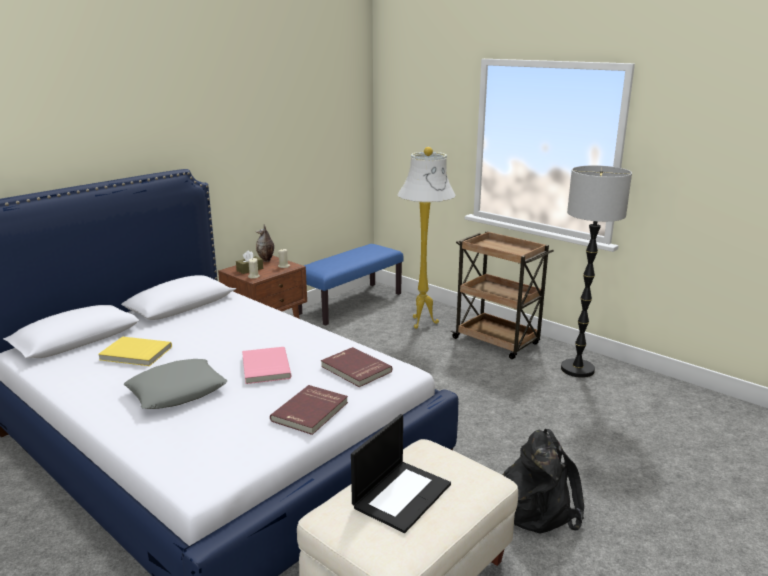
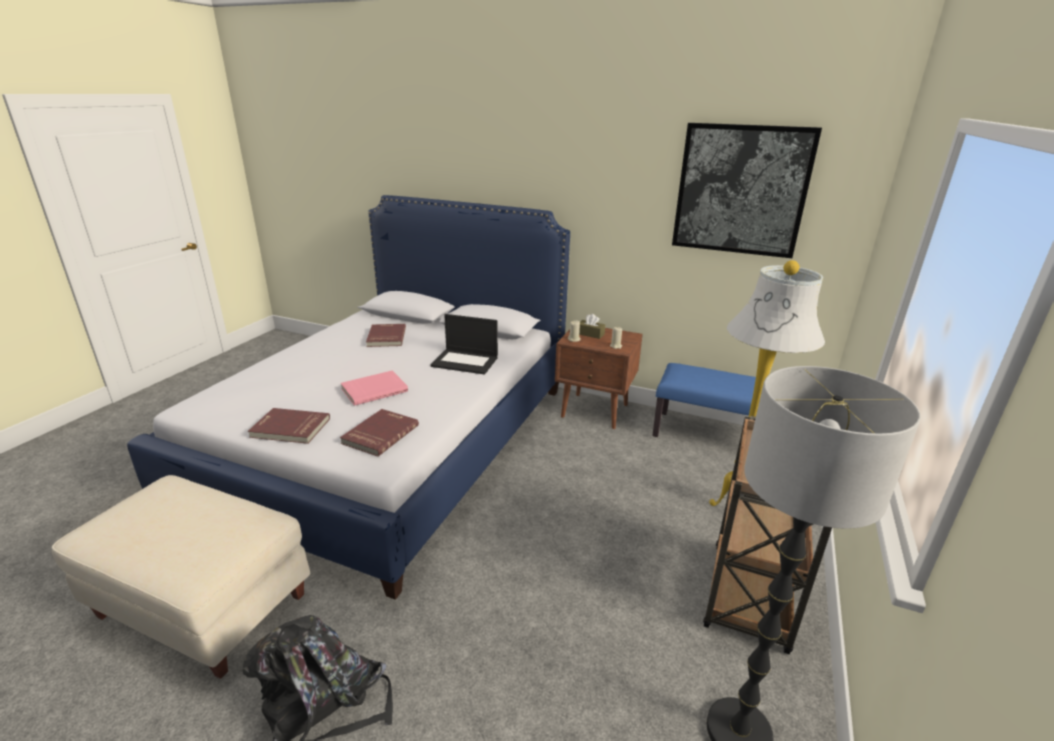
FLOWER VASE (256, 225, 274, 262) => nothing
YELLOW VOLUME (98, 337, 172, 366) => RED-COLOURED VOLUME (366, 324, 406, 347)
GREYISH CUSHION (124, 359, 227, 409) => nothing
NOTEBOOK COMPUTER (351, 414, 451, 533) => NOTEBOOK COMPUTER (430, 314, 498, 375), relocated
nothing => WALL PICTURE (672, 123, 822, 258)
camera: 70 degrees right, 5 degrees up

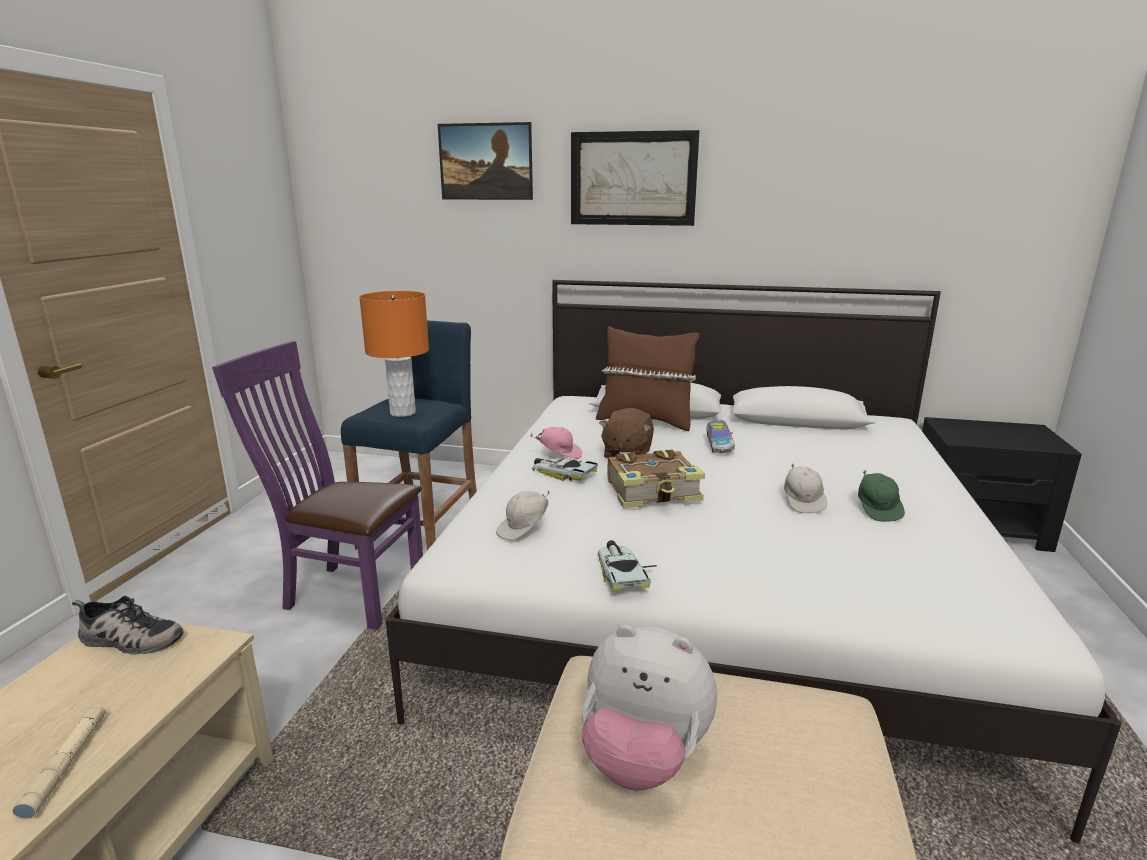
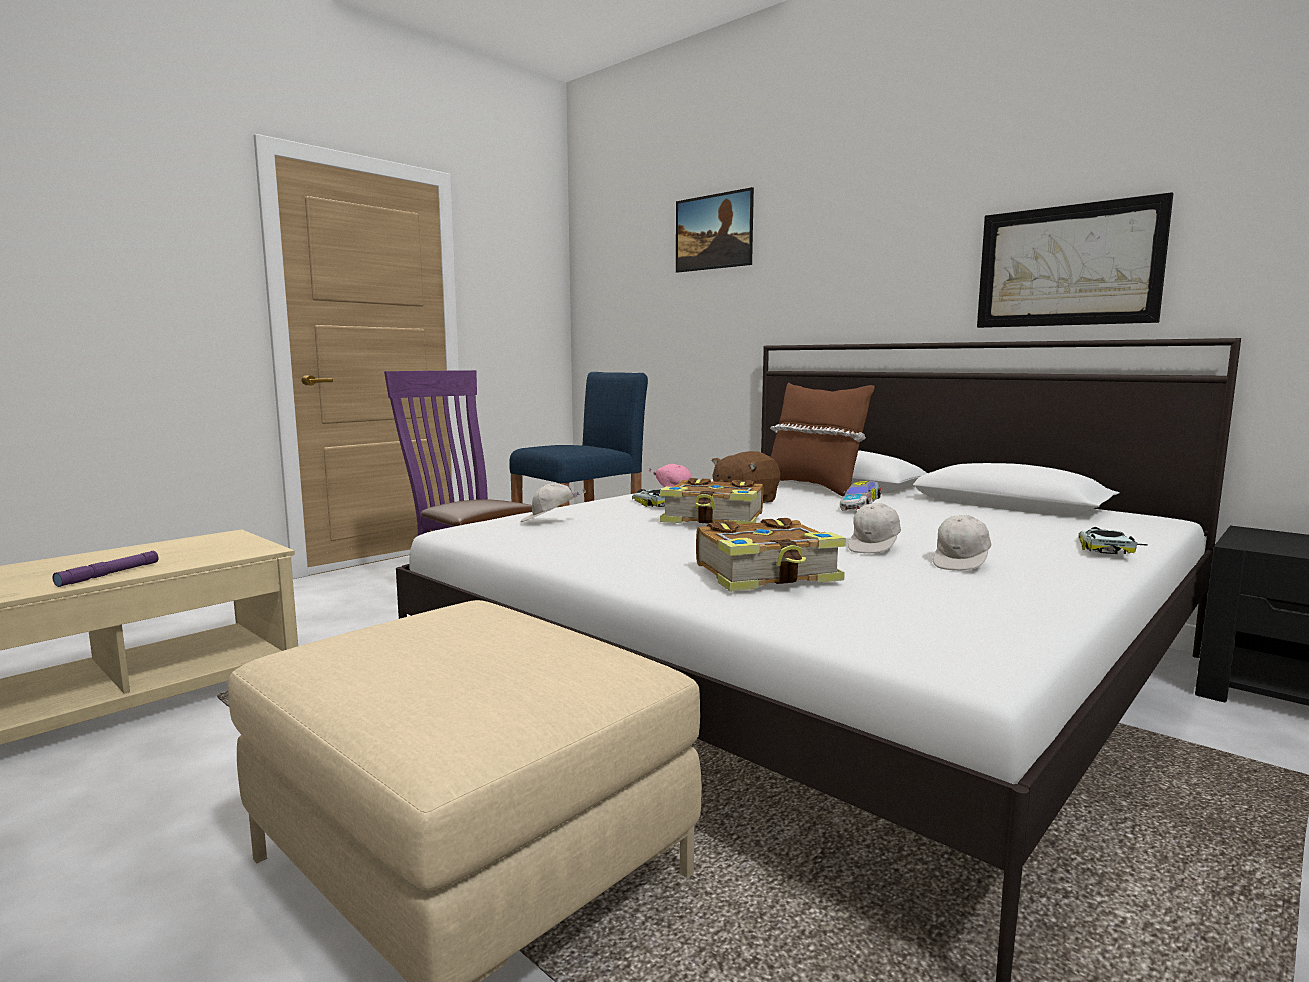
WALL PICTURE (571, 130, 700, 226) => WALL PICTURE (977, 192, 1173, 328), relocated
ORANGE-COLOURED LAMP FOR A TABLE (359, 291, 429, 417) => nothing
GREENISH CAP (858, 470, 905, 522) => WHITE-COLOURED CAP (933, 515, 991, 570)
MINIATURE CAR (598, 540, 657, 592) => MINIATURE CAR (1078, 527, 1148, 554), relocated
SHOE (72, 595, 183, 654) => nothing
SOFT TOY (581, 625, 717, 791) => nothing
BEIGE-COLOURED HAND TORCH (12, 705, 106, 820) => PURPLE-COLOURED HAND TORCH (52, 551, 159, 587)
nothing => VOLUME (696, 518, 846, 591)
camera: 30 degrees right, 10 degrees down

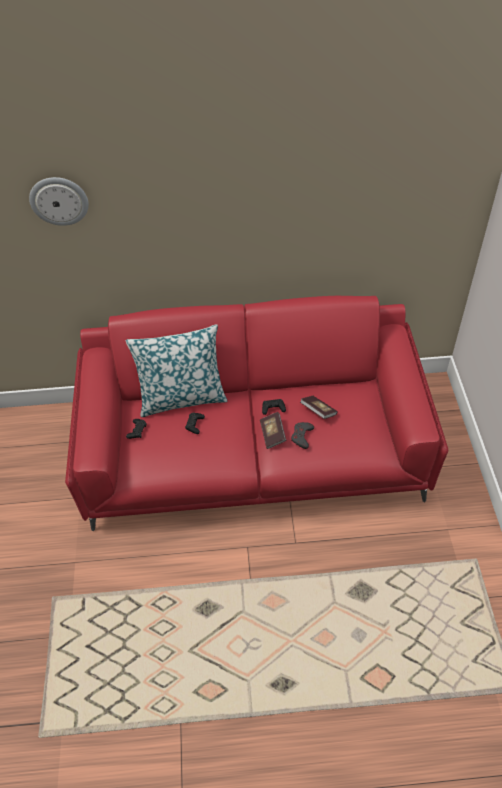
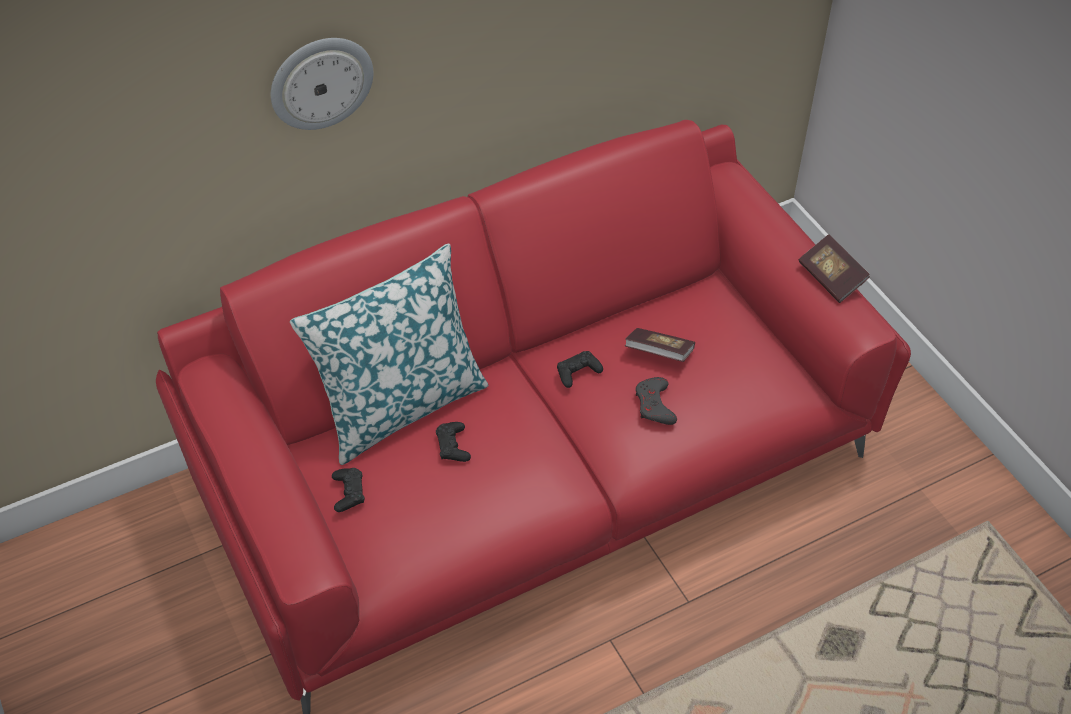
HANGING CLOCK (29, 177, 89, 226) => HANGING CLOCK (271, 38, 373, 130), relocated
VOLUME (260, 412, 286, 449) => VOLUME (799, 234, 870, 303), relocated
camera: 25 degrees left, 0 degrees up

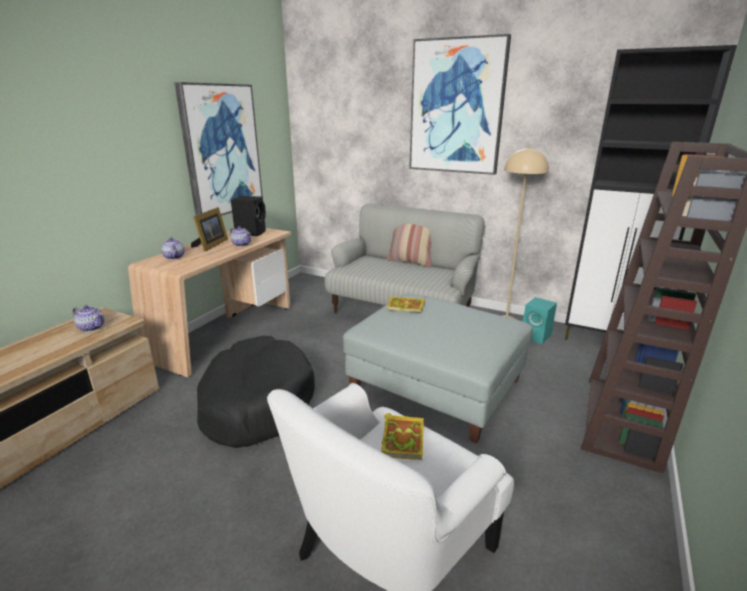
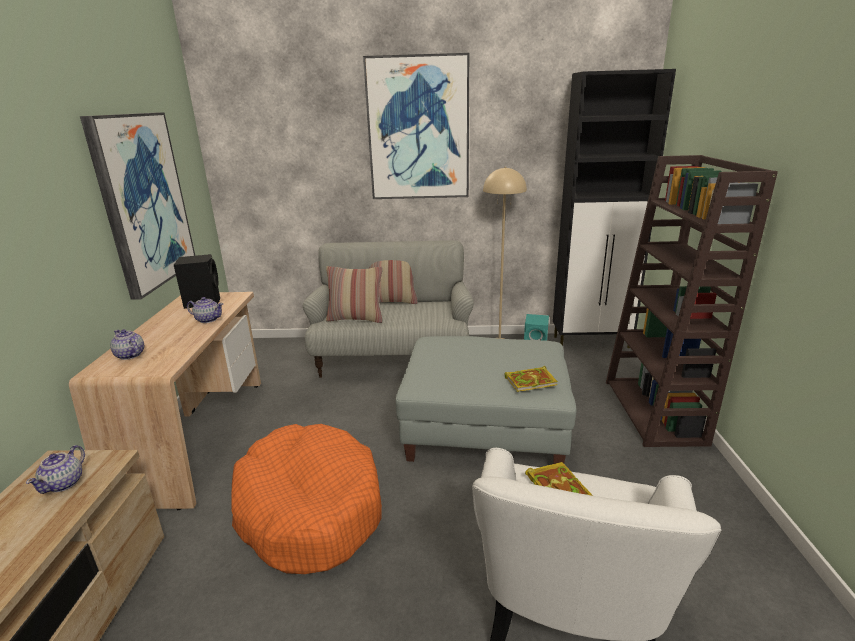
STANDING FRAME (191, 207, 228, 251) => nothing
VOLUME (387, 296, 425, 312) => VOLUME (504, 366, 558, 392), relocated
TEAPOT (73, 305, 104, 332) => TEAPOT (26, 445, 85, 494), 105 degrees clockwise
BLACKISH DOG BED (197, 336, 315, 448) => ORANGE-COLOURED DOG BED (231, 424, 382, 574)
nothing => CUSHION (326, 266, 383, 323)
camera: 25 degrees left, 0 degrees up

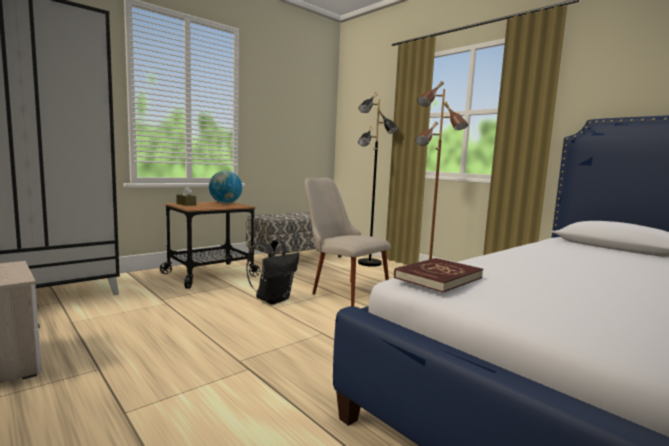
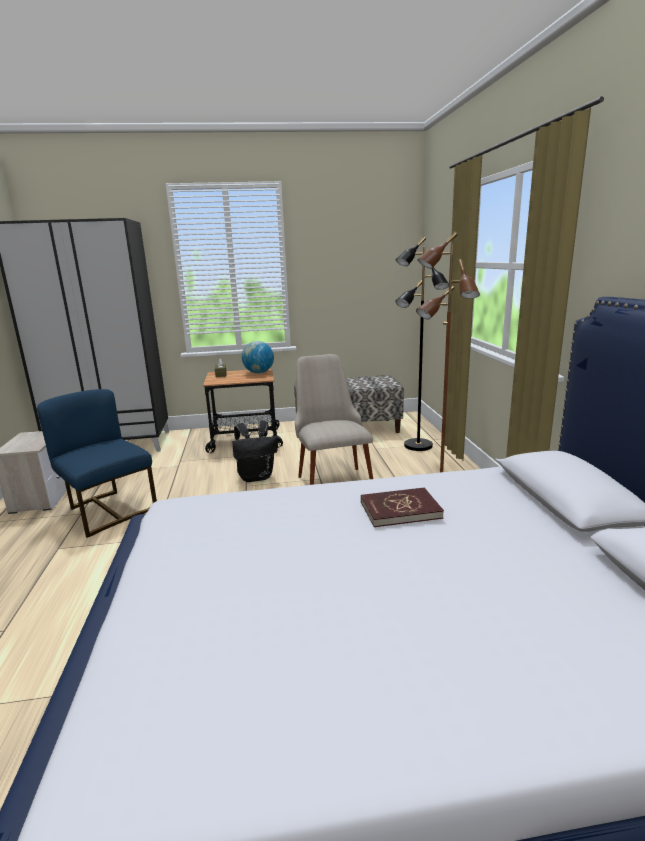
RED-COLOURED VOLUME (394, 258, 483, 292) => RED-COLOURED VOLUME (361, 487, 444, 527), relocated
nothing => BLUISH CHAIR (37, 389, 157, 538)
camera: 35 degrees right, 10 degrees up

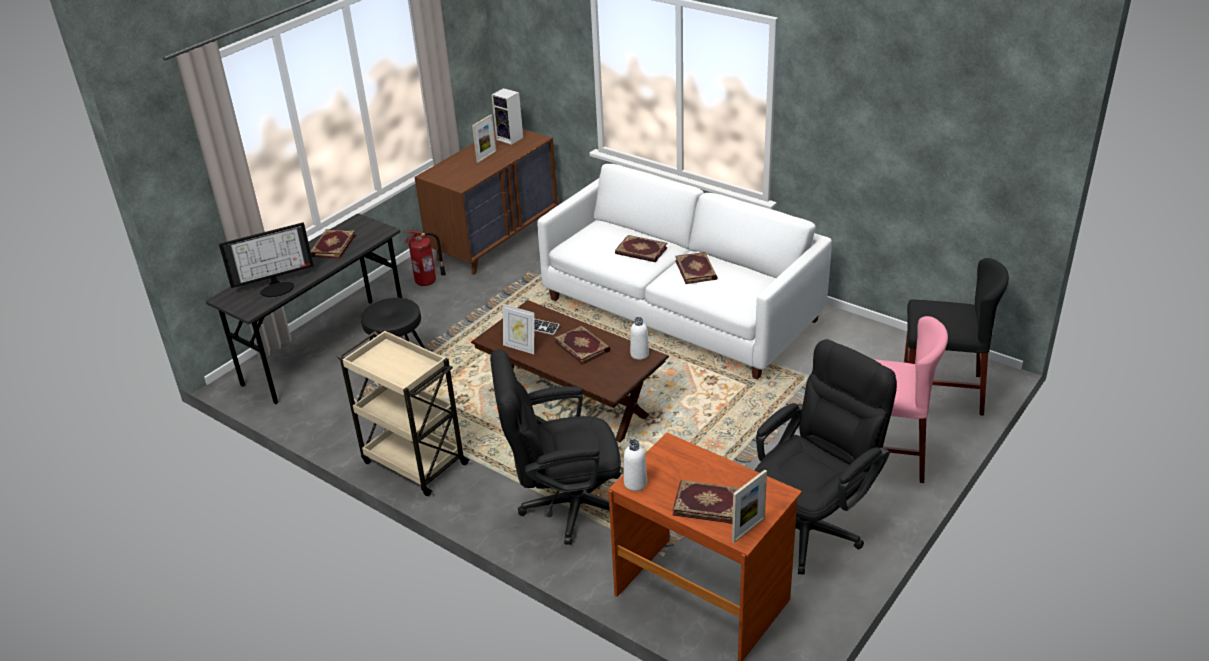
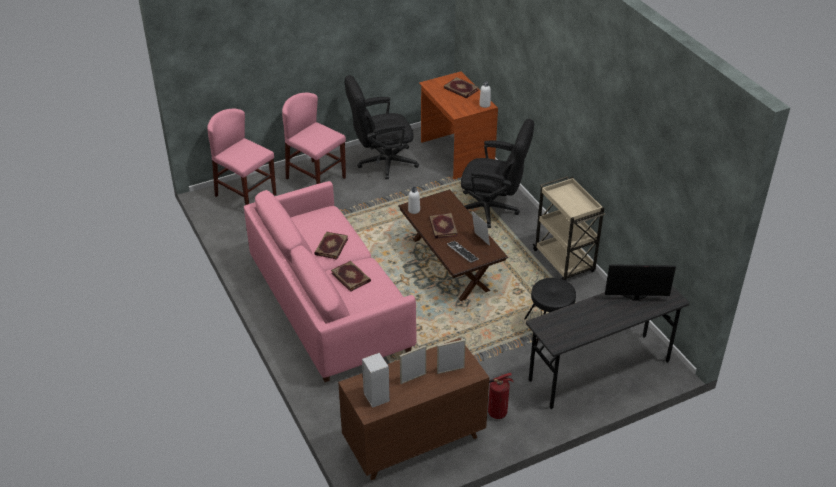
WHITE-COLOURED SETTEE (537, 164, 832, 380) => PINK-COLOURED SETTEE (244, 181, 417, 382)
VOLUME (310, 229, 356, 259) => nothing
BLACKISH CHAIR (904, 258, 1009, 416) => PINK-COLOURED CHAIR (207, 108, 276, 205)
STANDING FRAME (732, 470, 767, 543) => STANDING FRAME (437, 339, 466, 374), relocated
camera: 155 degrees left, 5 degrees up

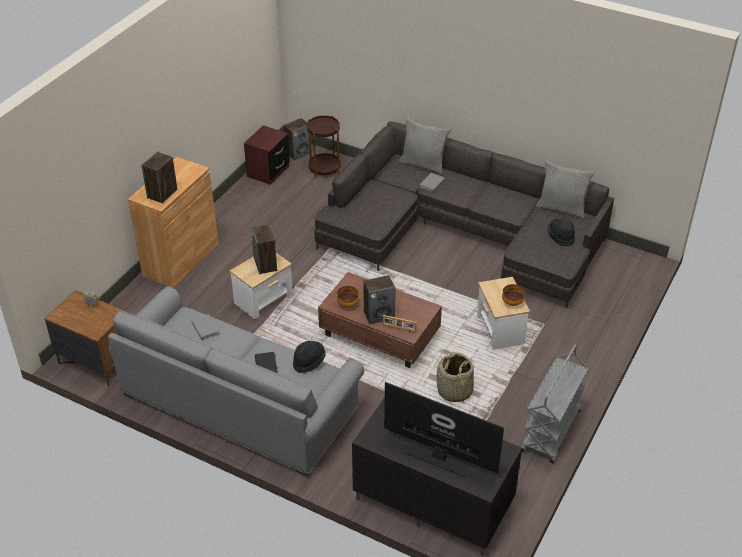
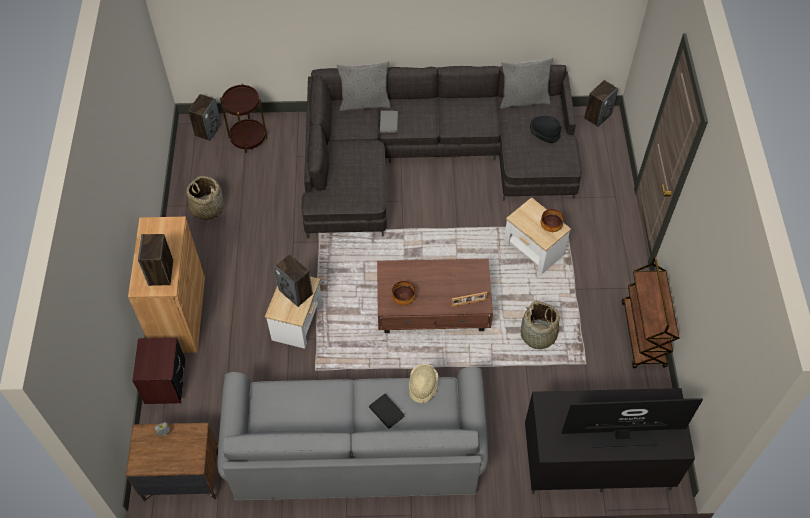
BROWN-COLOURED BEDSIDE TABLE (244, 125, 290, 185) => BROWN-COLOURED BEDSIDE TABLE (132, 338, 185, 404), relocated
LOUDSPEAKER (364, 275, 396, 324) => LOUDSPEAKER (584, 80, 618, 127), relocated
GREYISH VOLUME (191, 314, 219, 340) => nothing
BLACKISH WEARABLE HAT (293, 341, 325, 373) => BEIGE-COLOURED WEARABLE HAT (409, 364, 438, 404)
GREYISH TROLLEY (521, 345, 589, 463) => BROWN-COLOURED TROLLEY (622, 257, 680, 368)
nothing => HOUSEHOLD BASKET (186, 176, 224, 220)
camera: 30 degrees left, 15 degrees up

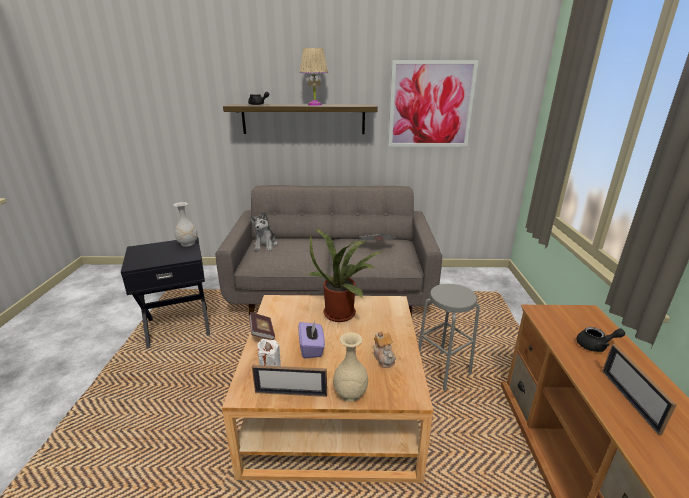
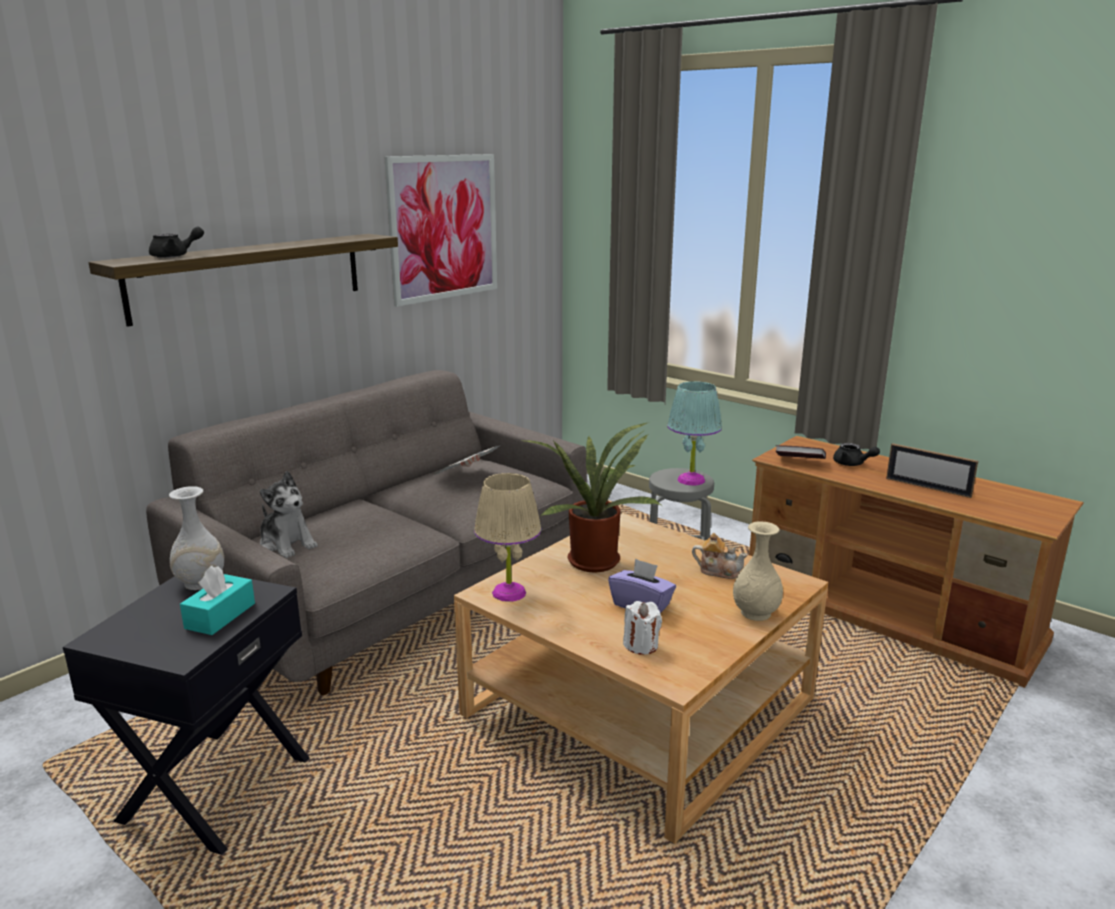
BEIGE-COLOURED LAMP FOR A TABLE (300, 48, 328, 106) => BEIGE-COLOURED LAMP FOR A TABLE (474, 473, 542, 602), relocated
VOLUME (249, 312, 275, 340) => VOLUME (776, 445, 826, 459), relocated
BLACKISH TEAPOT (576, 327, 625, 352) => BLACKISH TEAPOT (833, 443, 880, 466), 90 degrees clockwise
STANDING FRAME (252, 365, 327, 397) => nothing
nothing => TURQUOISE-COLOURED LAMP FOR A TABLE (667, 381, 722, 486)
nothing => TURQUOISE-COLOURED TISSUE BOX (180, 566, 255, 635)
camera: 50 degrees left, 5 degrees down

